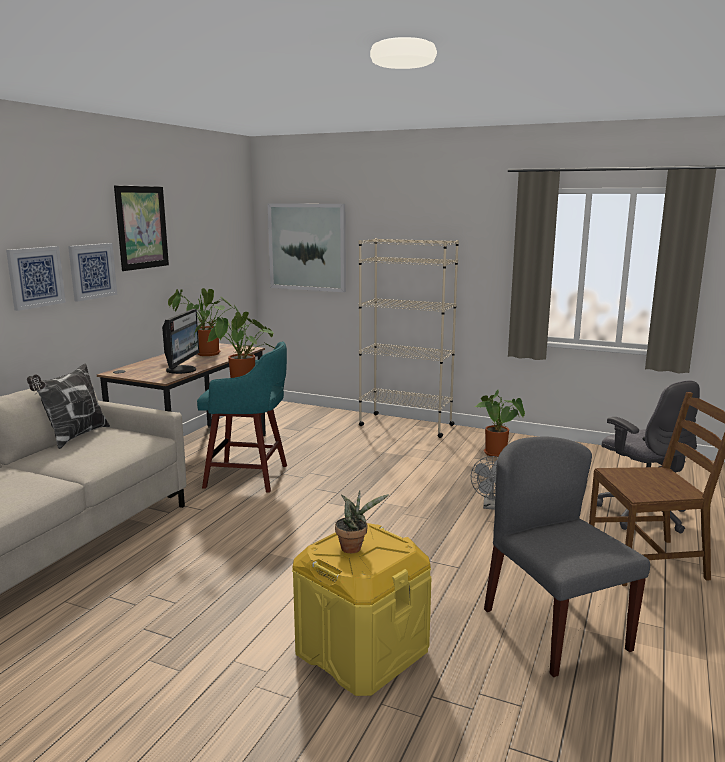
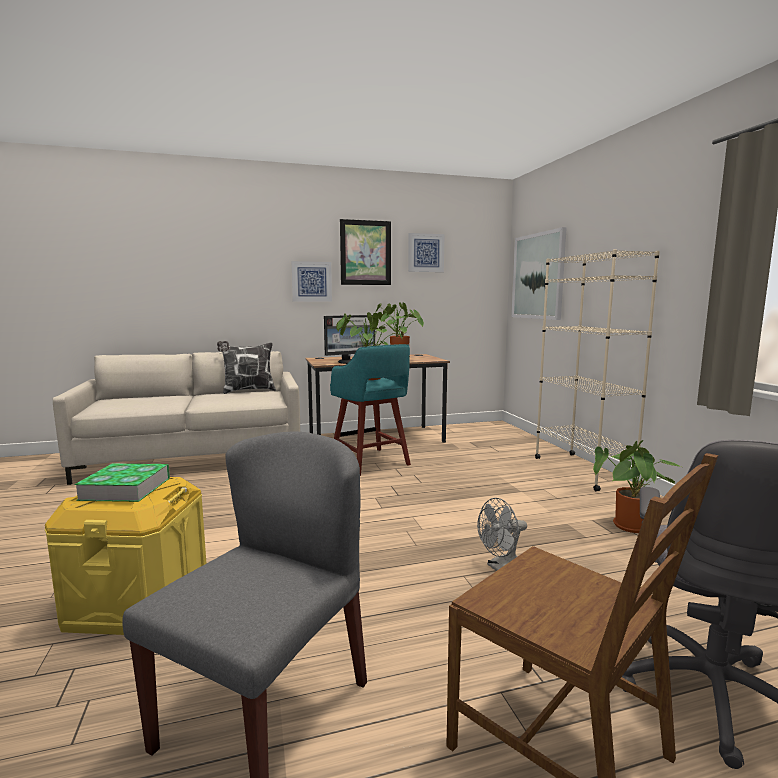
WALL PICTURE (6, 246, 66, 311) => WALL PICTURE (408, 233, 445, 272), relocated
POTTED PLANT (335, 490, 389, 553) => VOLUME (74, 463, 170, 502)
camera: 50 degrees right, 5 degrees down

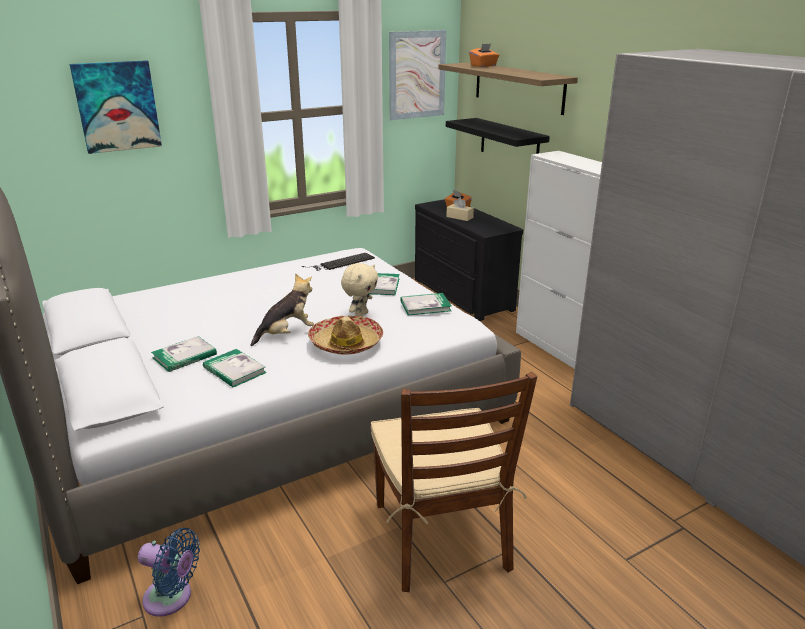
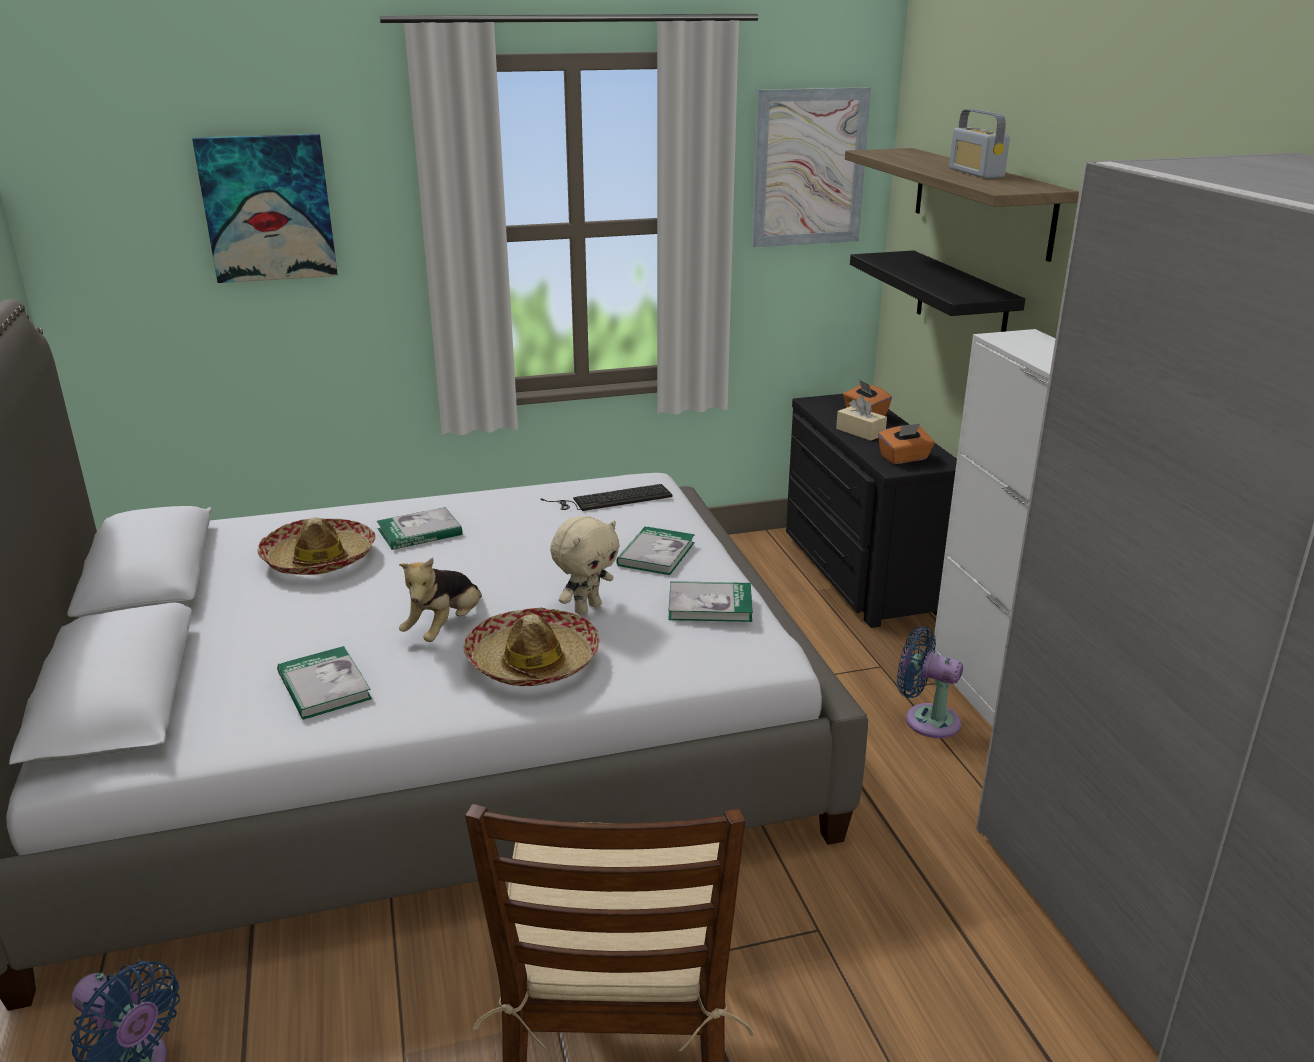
ORANGE-COLOURED TISSUE BOX (469, 43, 499, 67) => ORANGE-COLOURED TISSUE BOX (878, 423, 935, 464), relocated
SOFT TOY (251, 273, 314, 346) => SOFT TOY (399, 557, 482, 642), 135 degrees clockwise
VOLUME (151, 336, 217, 372) => VOLUME (377, 507, 462, 550), relocated
nothing => RADIO (949, 109, 1010, 178)
nothing => WEARABLE HAT (258, 518, 375, 575)
nothing => BLUISH COOLING FAN (897, 626, 963, 738)
camera: 15 degrees right, 0 degrees up

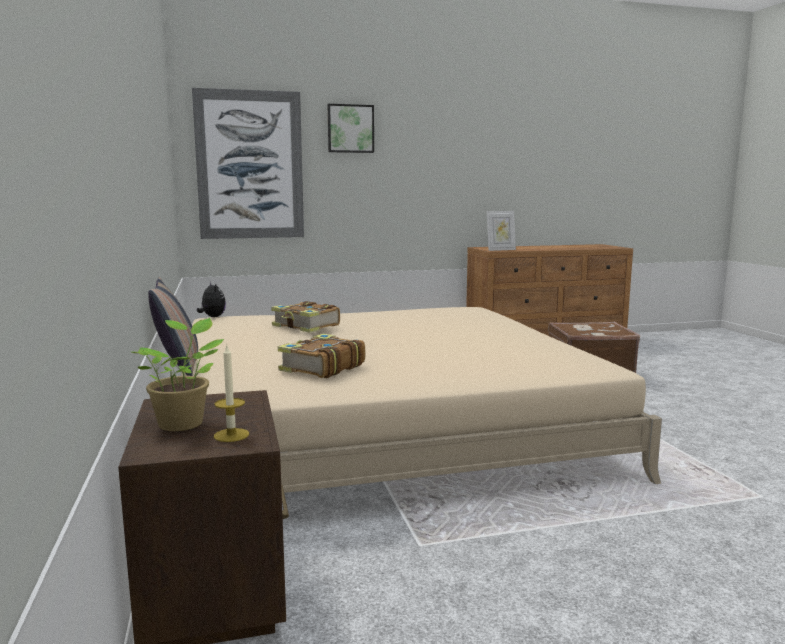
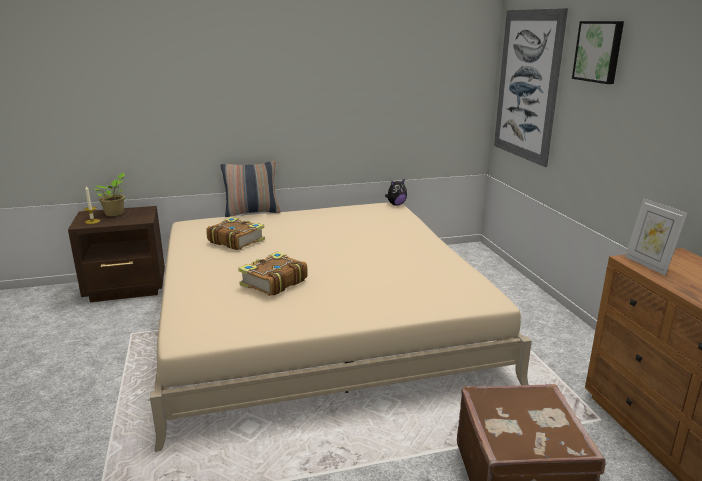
VOLUME (271, 301, 340, 333) => VOLUME (238, 251, 308, 296), relocated
camera: 90 degrees right, 10 degrees up

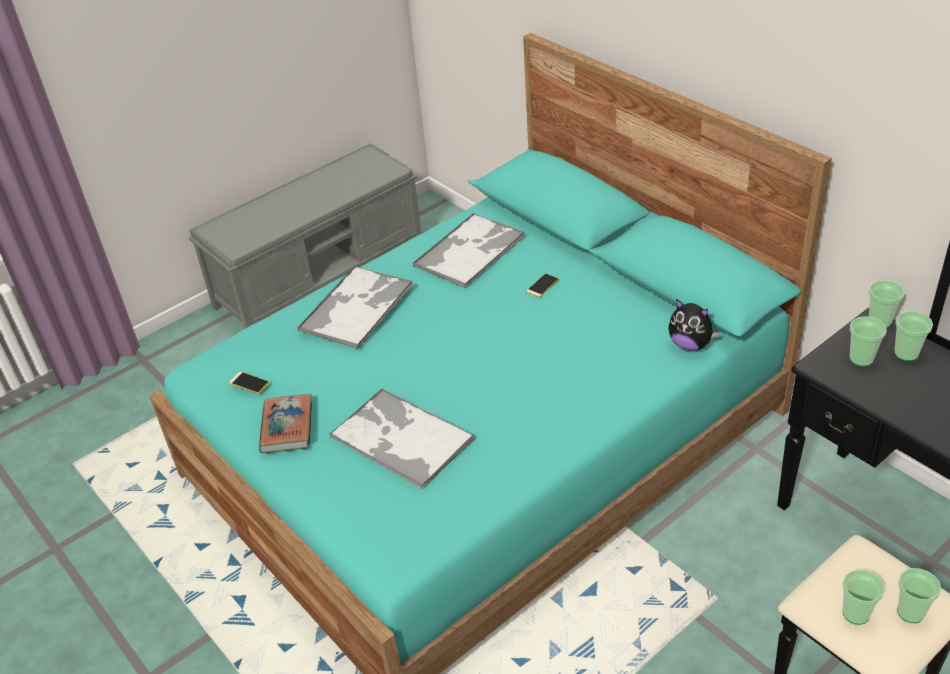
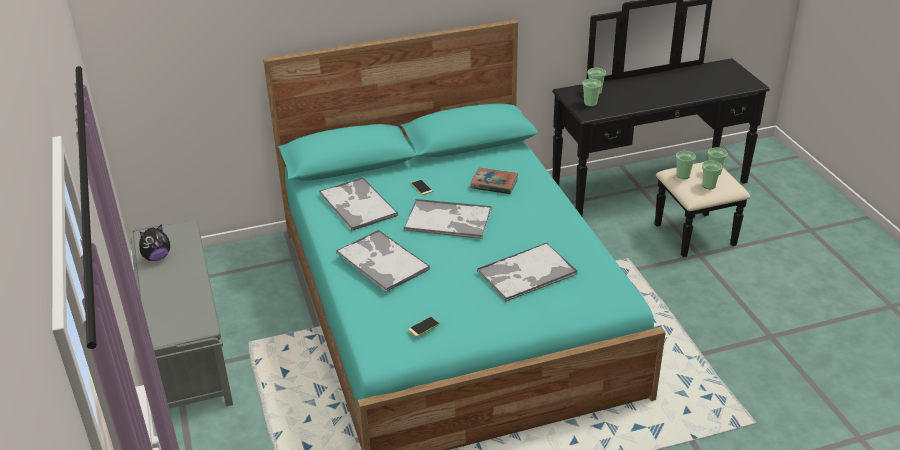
DRINKING CUP (869, 280, 905, 328) => DRINKING CUP (676, 151, 696, 179), relocated
SOFT TOY (668, 299, 720, 351) => SOFT TOY (139, 224, 170, 261), relocated
VOLUME (259, 394, 312, 453) => VOLUME (470, 168, 518, 194), relocated
nothing => SERVING TRAY (404, 199, 492, 239)
camera: 70 degrees left, 5 degrees down

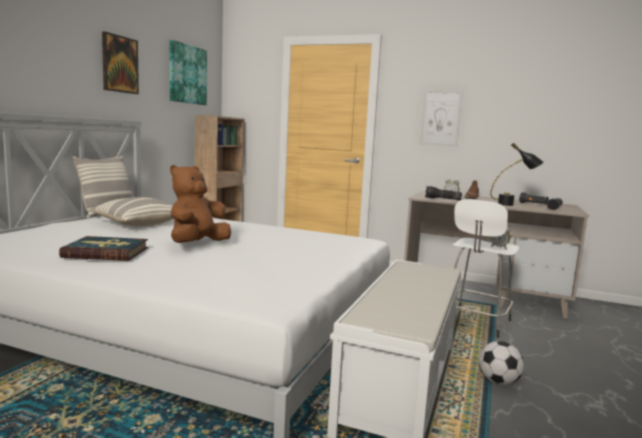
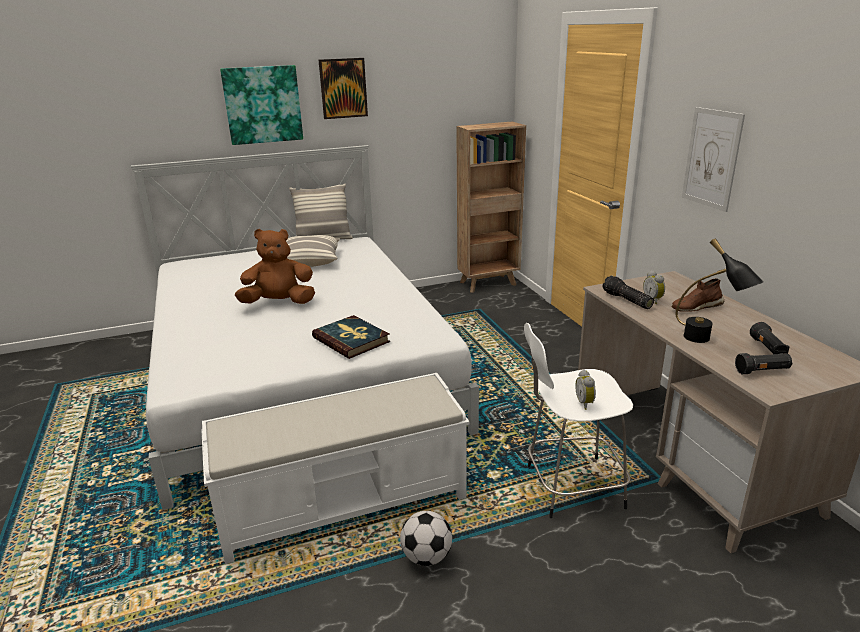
WALL PICTURE (169, 40, 207, 105) => WALL PICTURE (220, 65, 303, 145), relocated
VOLUME (59, 236, 148, 261) => VOLUME (312, 315, 390, 359), relocated
camera: 50 degrees right, 15 degrees up

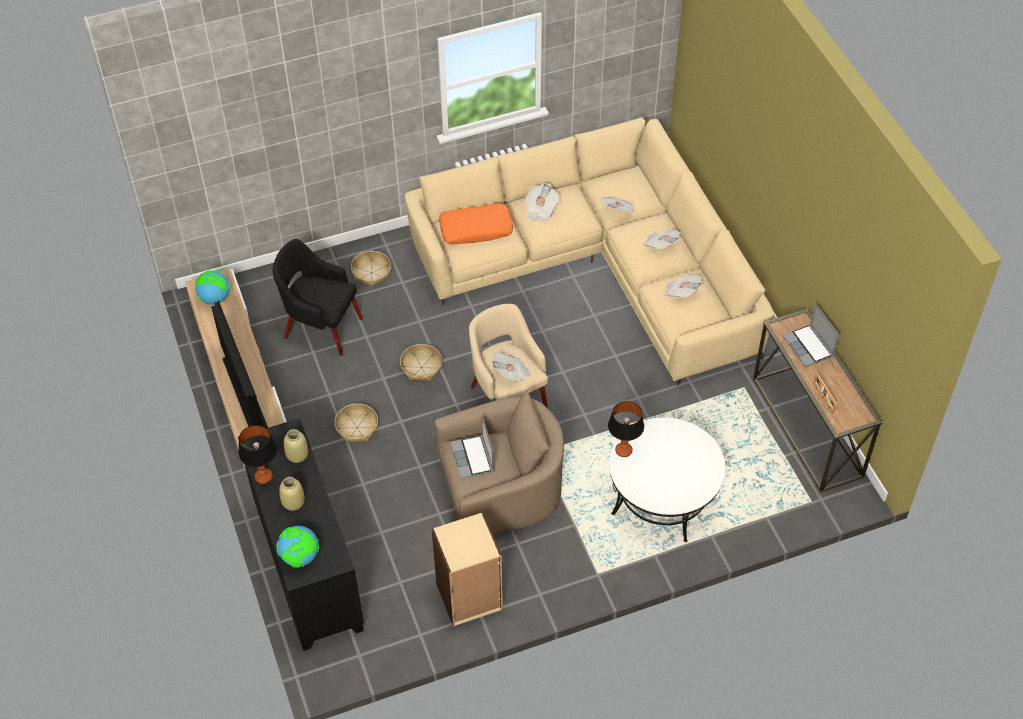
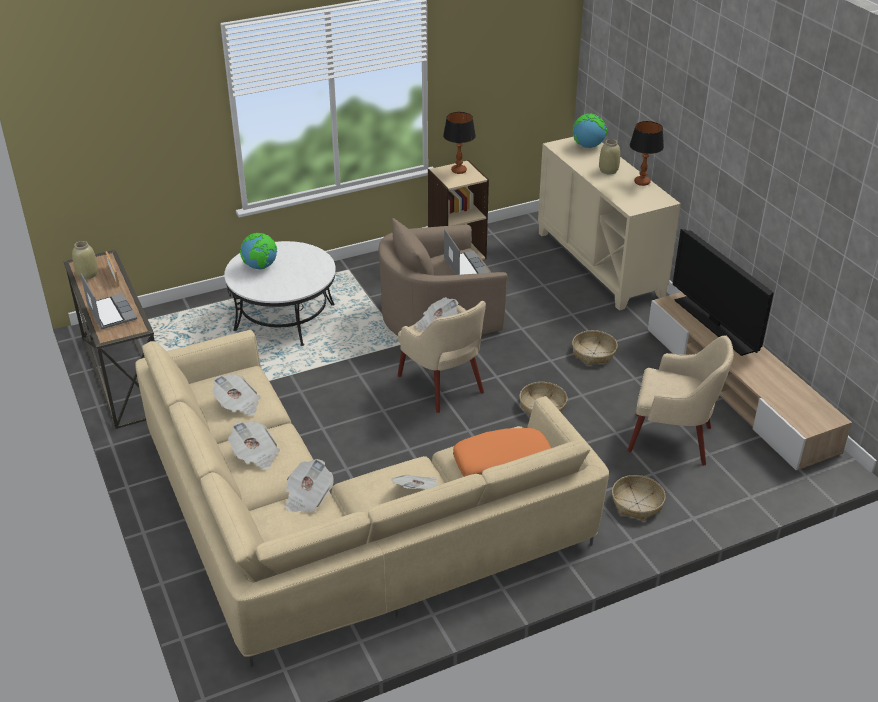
BLACKISH LOUNGE CHAIR (273, 239, 363, 356) => BEIGE-COLOURED LOUNGE CHAIR (628, 335, 734, 465)
WORLD GLOBE (195, 270, 231, 305) => WORLD GLOBE (240, 233, 277, 269), relocated
LAMP FOR A TABLE (608, 401, 644, 457) => LAMP FOR A TABLE (443, 112, 476, 174), relocated
BLACKISH CUPBOARD (238, 418, 364, 651) => BEIGE-COLOURED CUPBOARD (538, 137, 681, 311)
BEIGE-COLOURED FLOWER VASE (284, 429, 308, 463) => BEIGE-COLOURED FLOWER VASE (72, 241, 98, 279), relocated
camera: 175 degrees right, 15 degrees down

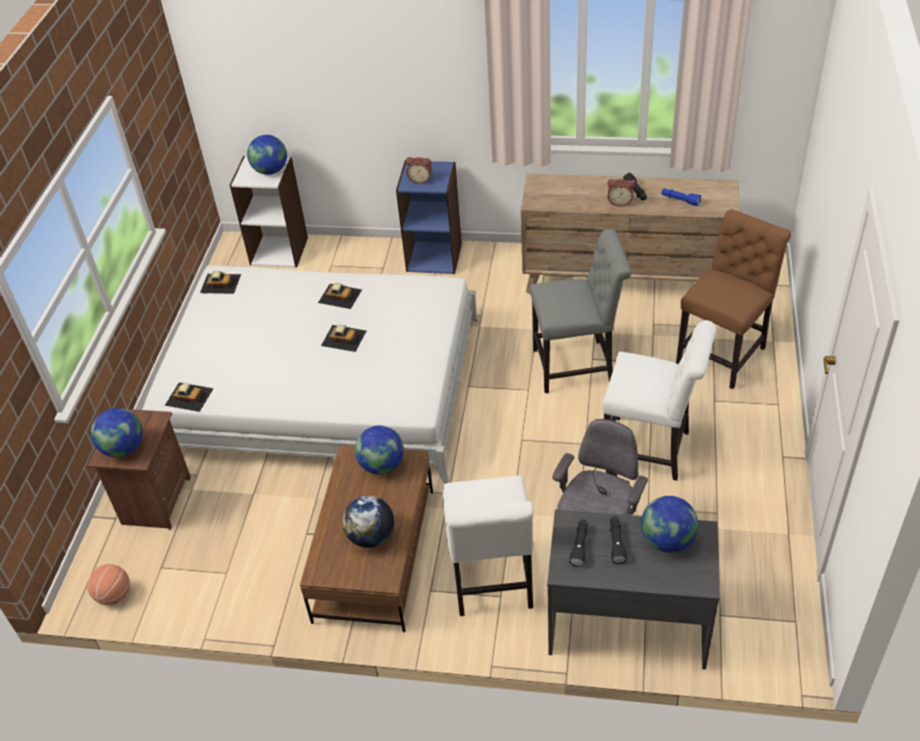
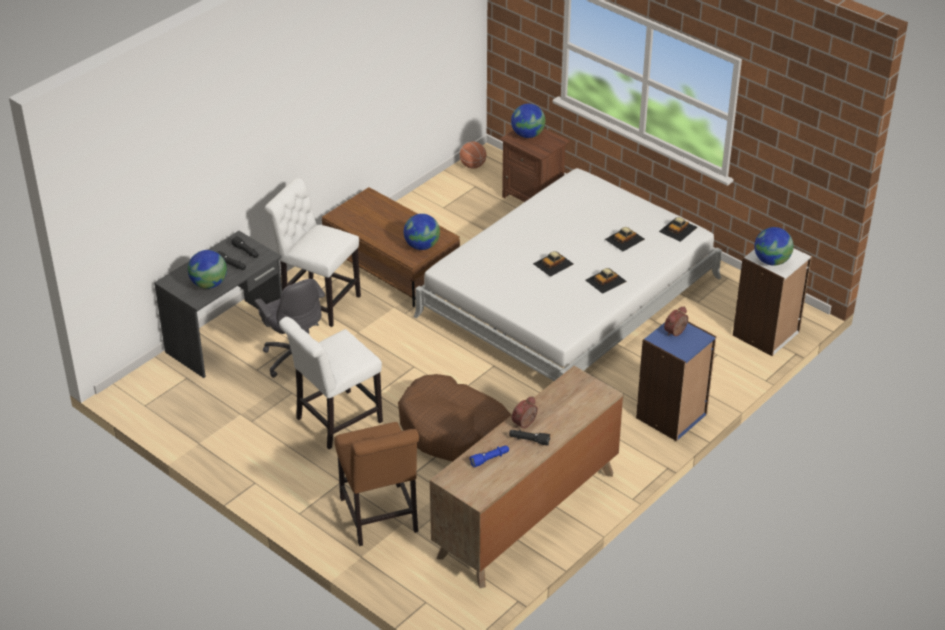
GREYISH CHAIR (530, 229, 631, 393) => BROWN-COLOURED DOG BED (398, 374, 511, 462)
MINIATURE CAR (164, 382, 214, 412) => MINIATURE CAR (605, 227, 645, 251), relocated
WORLD GLOBE (342, 496, 394, 548) => nothing
camera: 120 degrees right, 5 degrees down

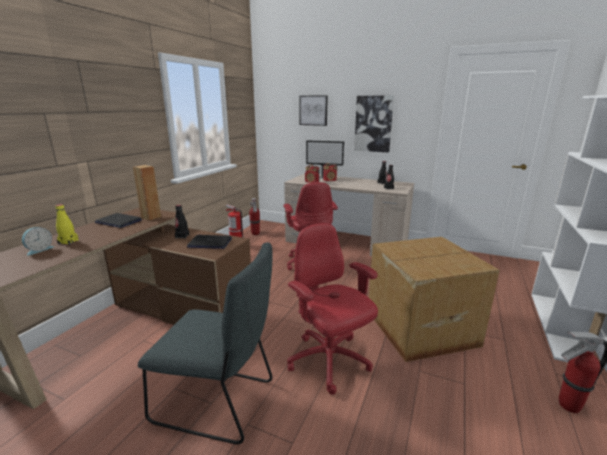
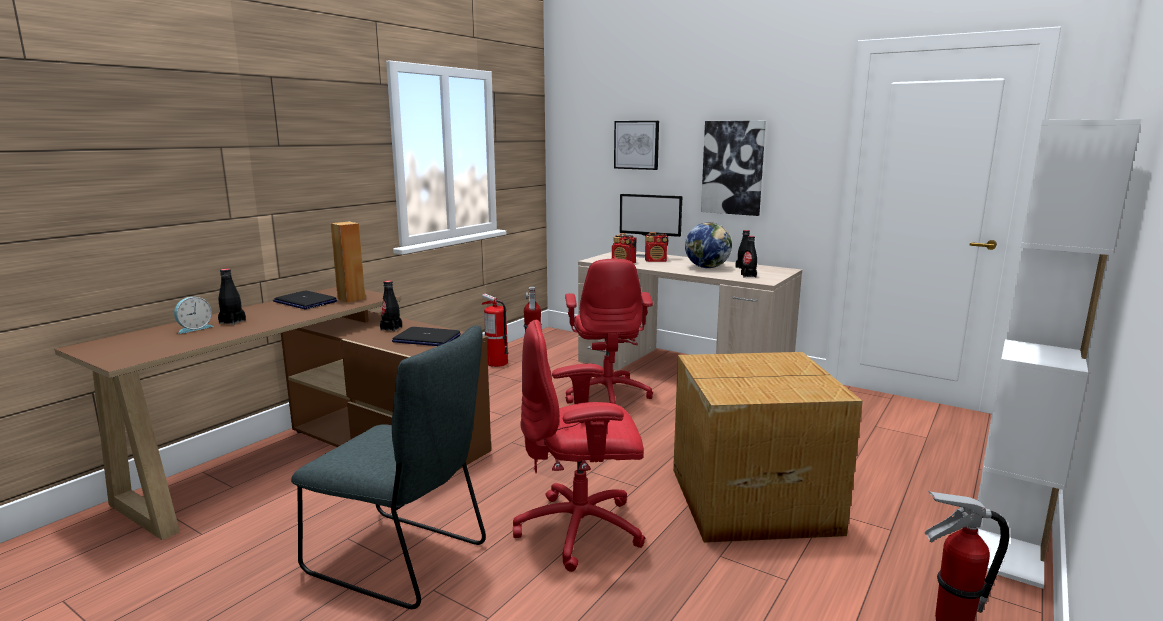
YELLOW DRINK BOTTLE (55, 204, 79, 245) => BLACKISH DRINK BOTTLE (218, 269, 246, 325)
RED-COLOURED OFFICE CHAIR (287, 223, 378, 395) => RED-COLOURED OFFICE CHAIR (513, 320, 645, 572), 75 degrees counterclockwise
nothing => WORLD GLOBE (685, 222, 732, 268)
camera: 10 degrees right, 5 degrees down

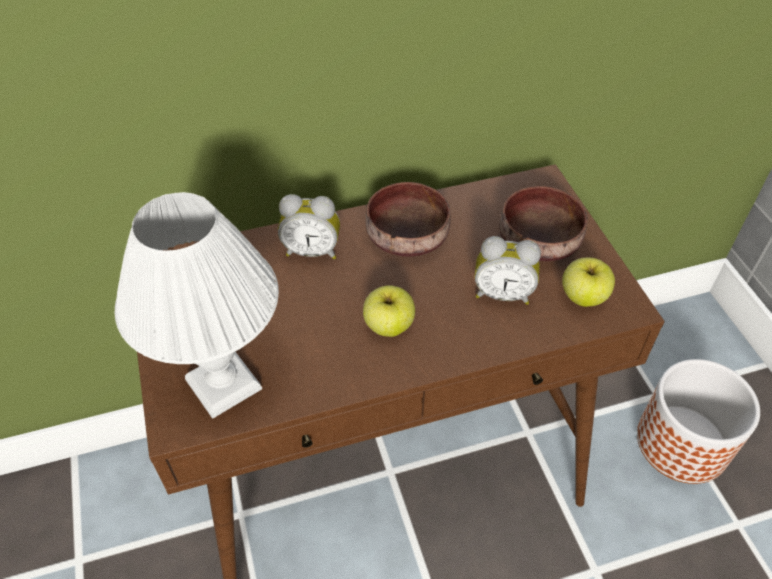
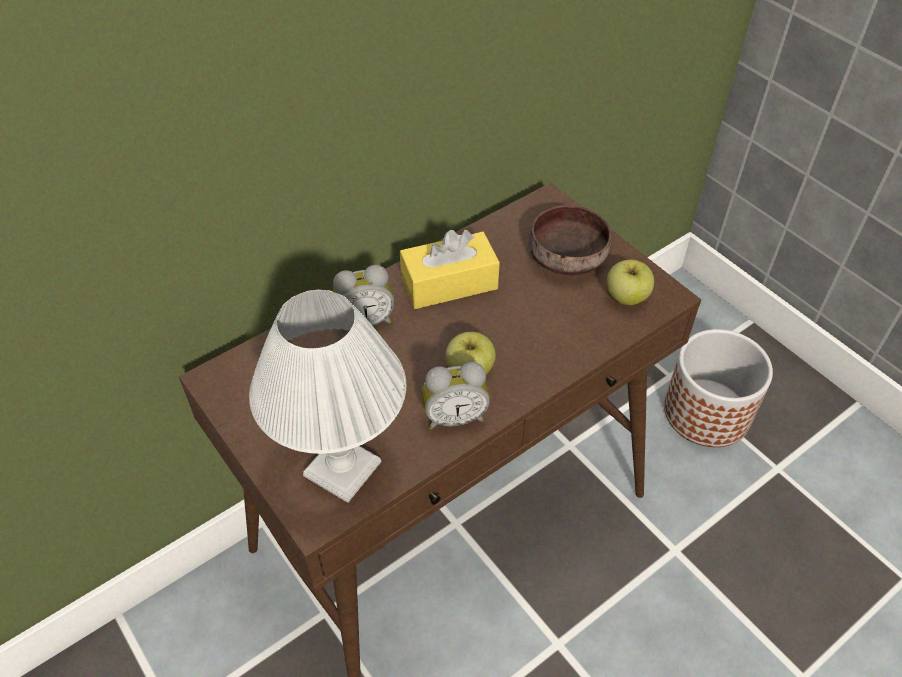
BROWN-COLOURED DEEP DISH (366, 182, 451, 257) => YELLOW TISSUE BOX (400, 230, 500, 309)
BEDSIDE CLOCK (475, 236, 541, 305) => BEDSIDE CLOCK (422, 362, 490, 429), relocated
camera: 20 degrees left, 0 degrees up

